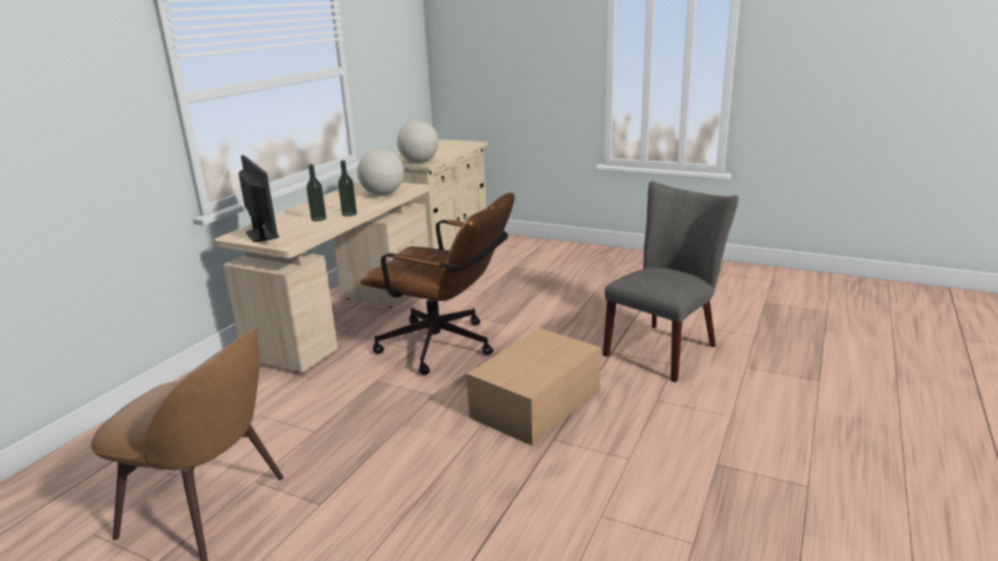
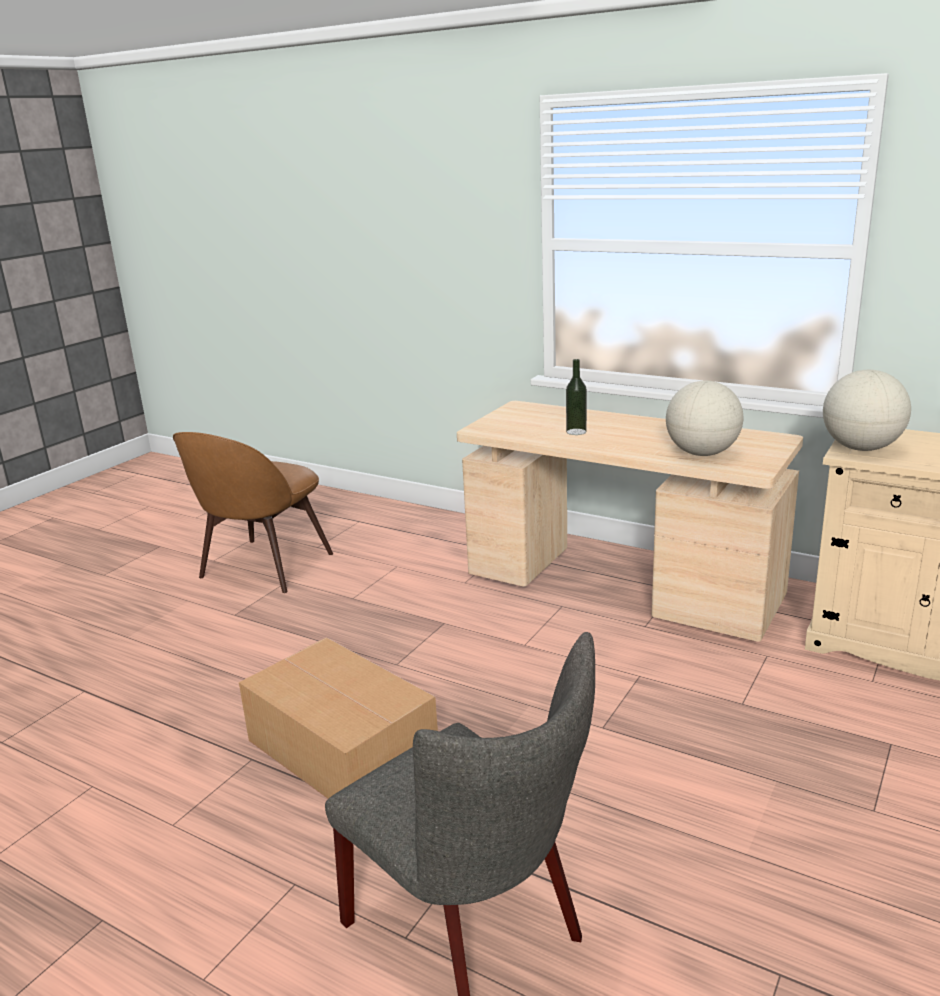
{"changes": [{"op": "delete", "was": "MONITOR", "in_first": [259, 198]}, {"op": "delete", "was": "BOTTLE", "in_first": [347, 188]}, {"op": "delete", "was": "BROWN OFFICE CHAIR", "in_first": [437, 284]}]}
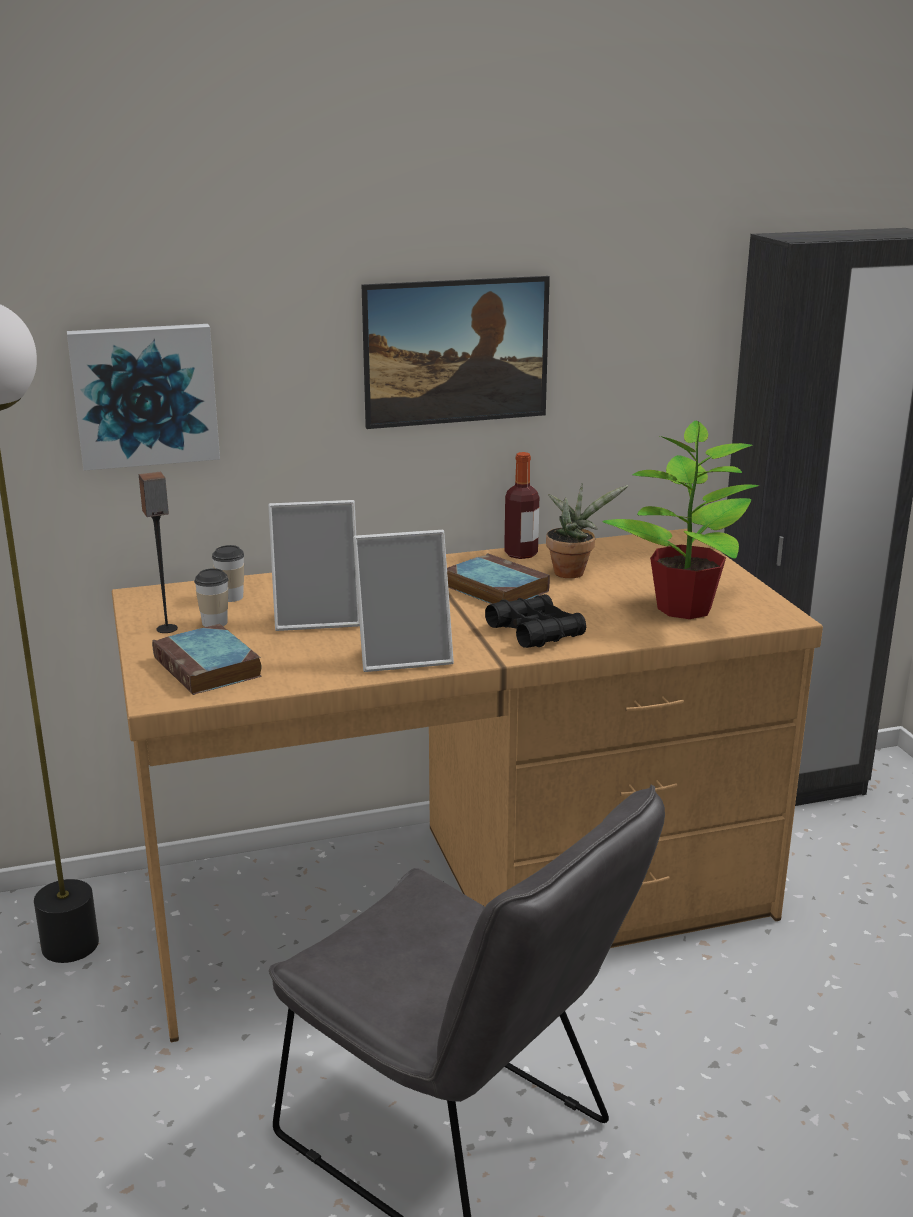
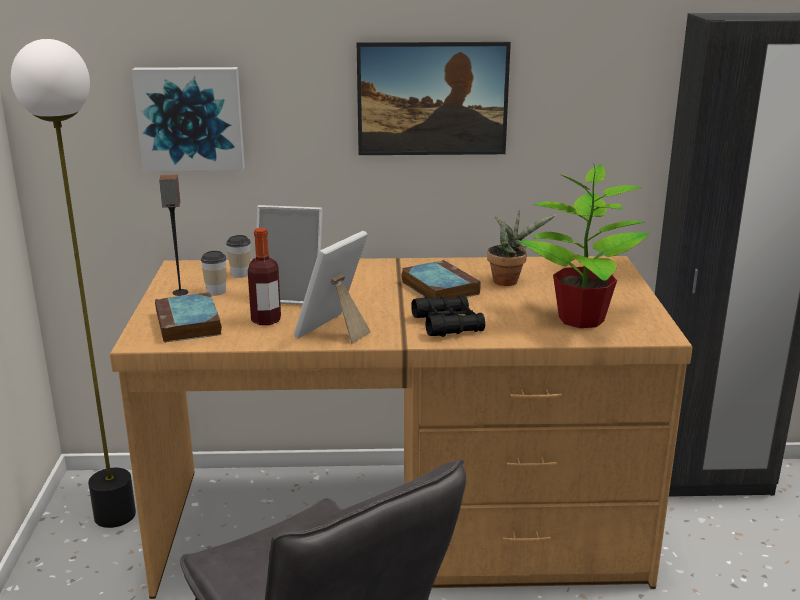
{"changes": [{"op": "move", "was": "BOTTLE", "in_first": [521, 505], "in_second": [264, 276]}, {"op": "rotate", "was": "PICTURE FRAME", "in_first": [403, 601], "in_second": [332, 287], "clockwise": 120}]}
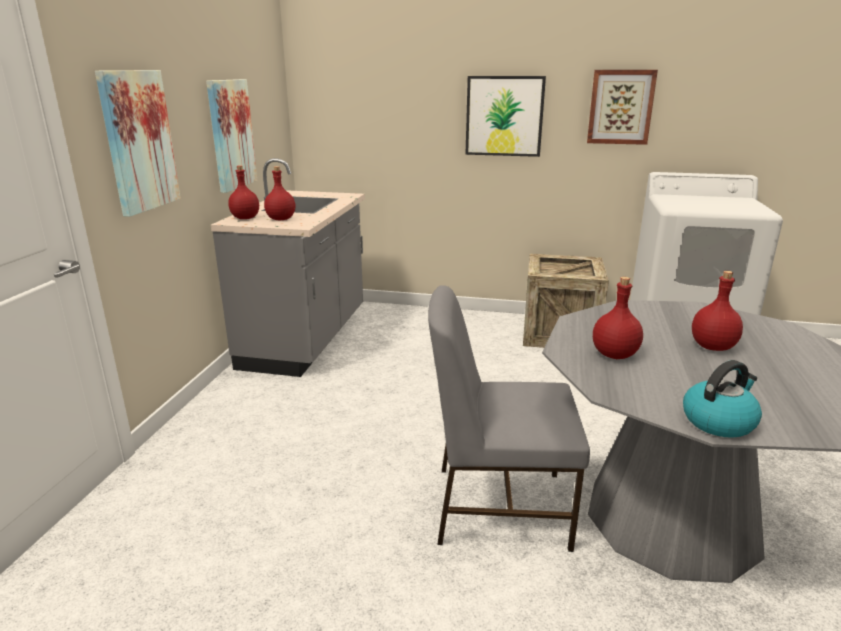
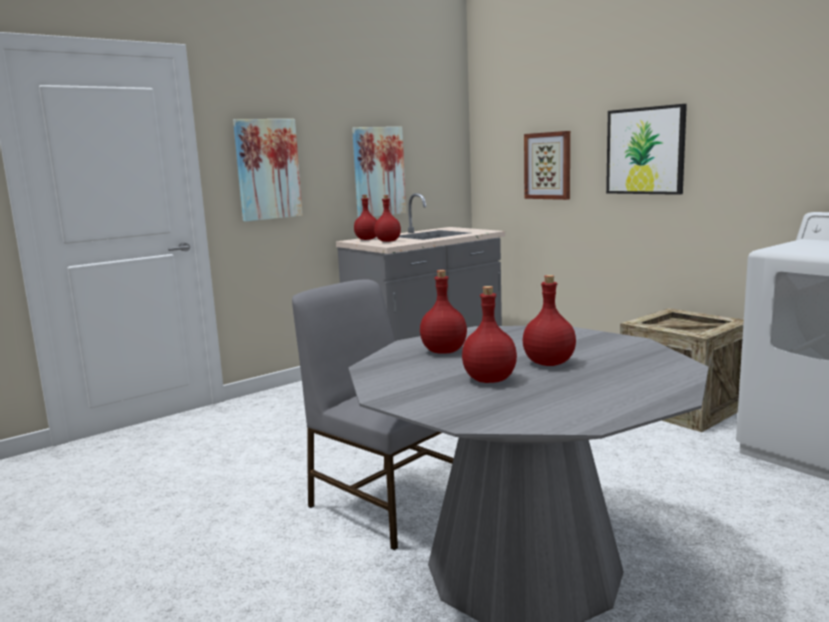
{"changes": [{"op": "move", "was": "PICTURE", "in_first": [622, 107], "in_second": [547, 165]}, {"op": "delete", "was": "KETTLE", "in_first": [722, 399]}, {"op": "insert", "now": "RED BOTTLE", "in_second": [489, 334]}]}
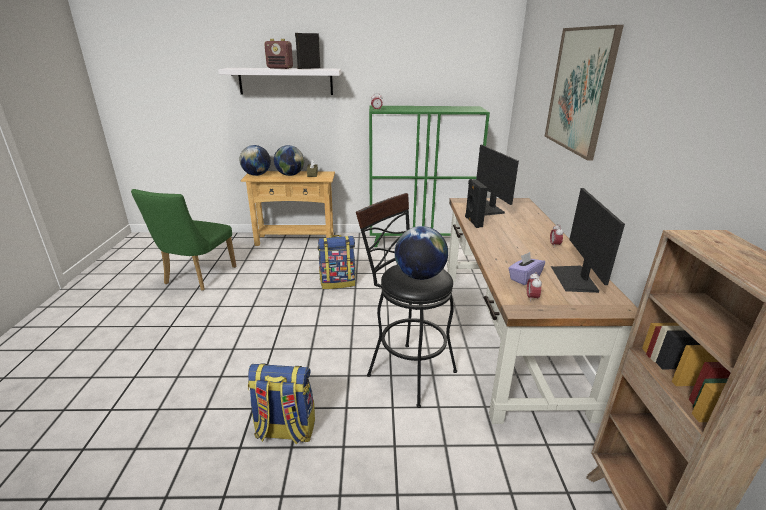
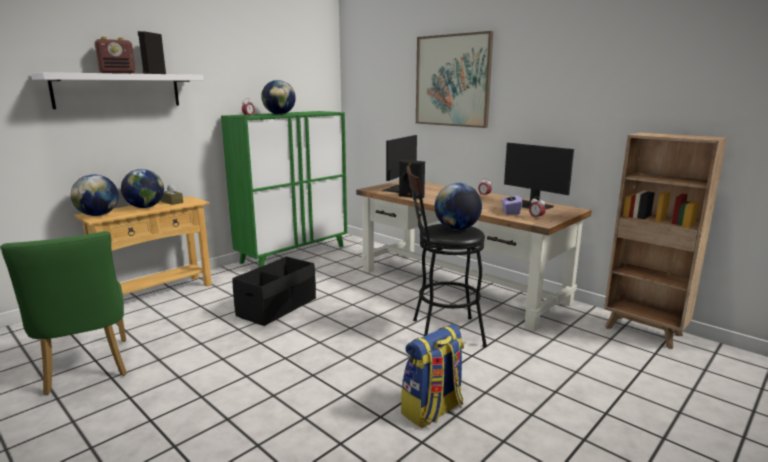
{"changes": [{"op": "rotate", "was": "MONITOR", "in_first": [497, 180], "in_second": [399, 164], "clockwise": 90}, {"op": "replace", "was": "BACKPACK", "now": "BLACK STORAGE BOX", "in_first": [337, 262], "in_second": [274, 291]}, {"op": "insert", "now": "GLOBE", "in_second": [278, 97]}]}
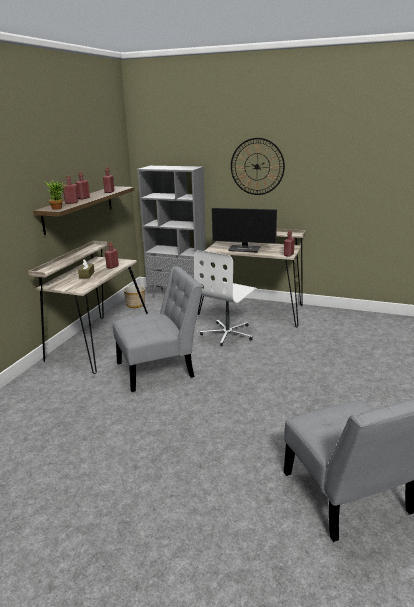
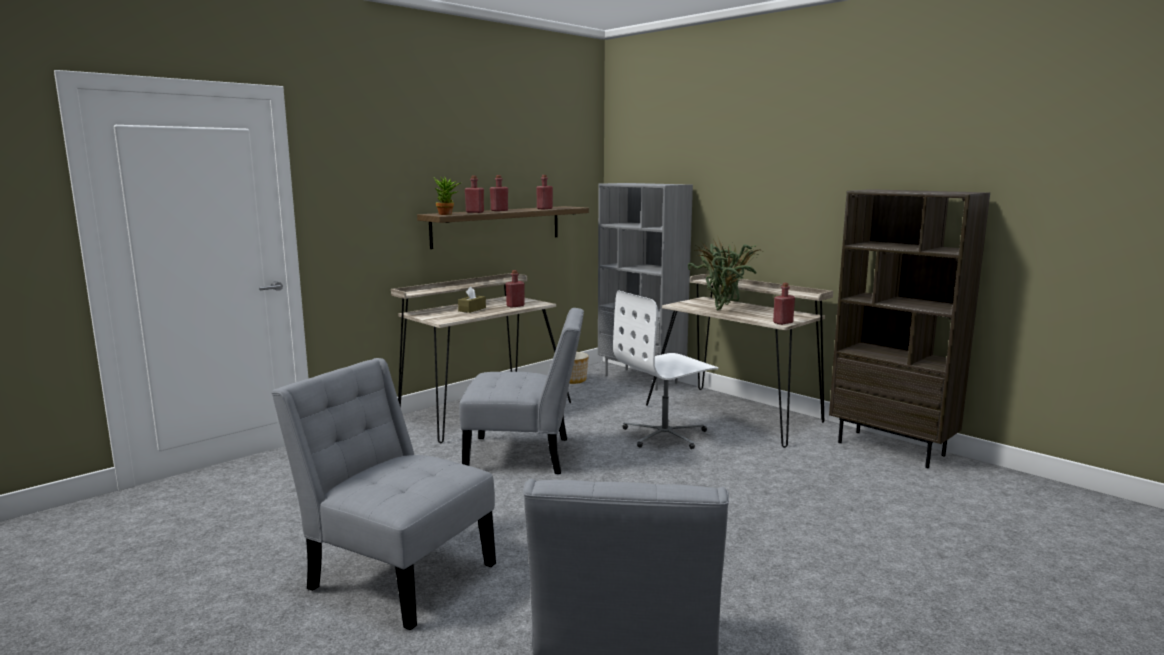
{"changes": [{"op": "delete", "was": "WALL CLOCK", "in_first": [258, 166]}, {"op": "replace", "was": "MONITOR", "now": "POTTED PLANT", "in_first": [244, 230], "in_second": [725, 273]}, {"op": "insert", "now": "BROWN BOOKCASE", "in_second": [909, 328]}, {"op": "insert", "now": "GREY CHAIR", "in_second": [383, 494]}]}
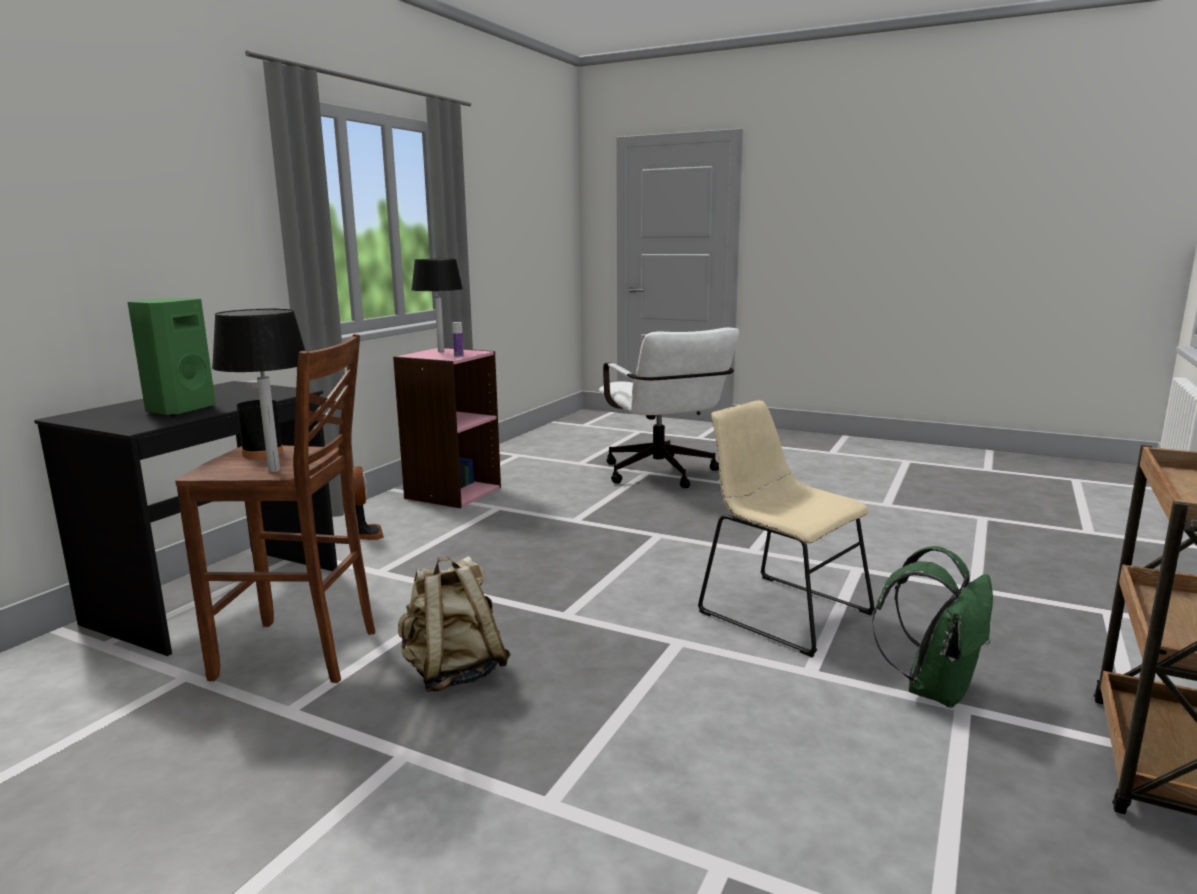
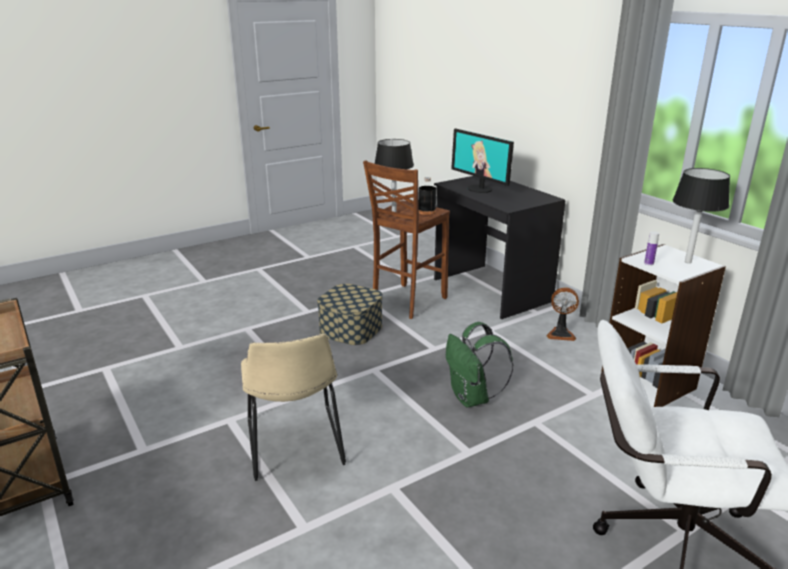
{"changes": [{"op": "replace", "was": "GREEN SPEAKER", "now": "MONITOR", "in_first": [172, 357], "in_second": [482, 161]}, {"op": "recolor", "was": "PINK BOOKCASE", "now": "WHITE BOOKCASE", "in_first": [447, 428], "in_second": [663, 325]}, {"op": "rotate", "was": "BEIGE CHAIR", "in_first": [786, 528], "in_second": [293, 407], "clockwise": 90}, {"op": "move", "was": "GREEN BACKPACK", "in_first": [932, 627], "in_second": [479, 365]}, {"op": "replace", "was": "BEIGE BACKPACK", "now": "STORAGE BOX", "in_first": [454, 624], "in_second": [350, 314]}]}
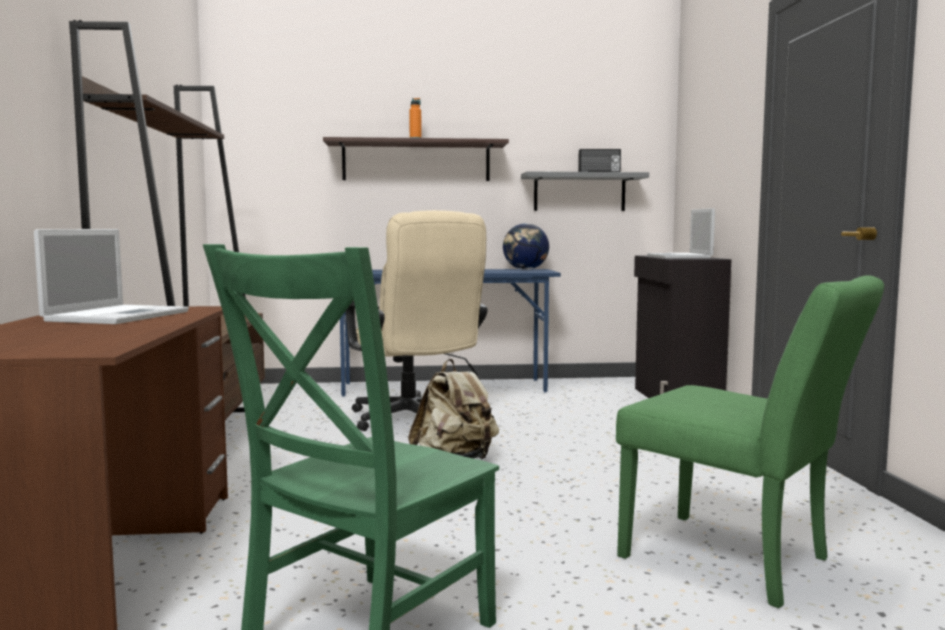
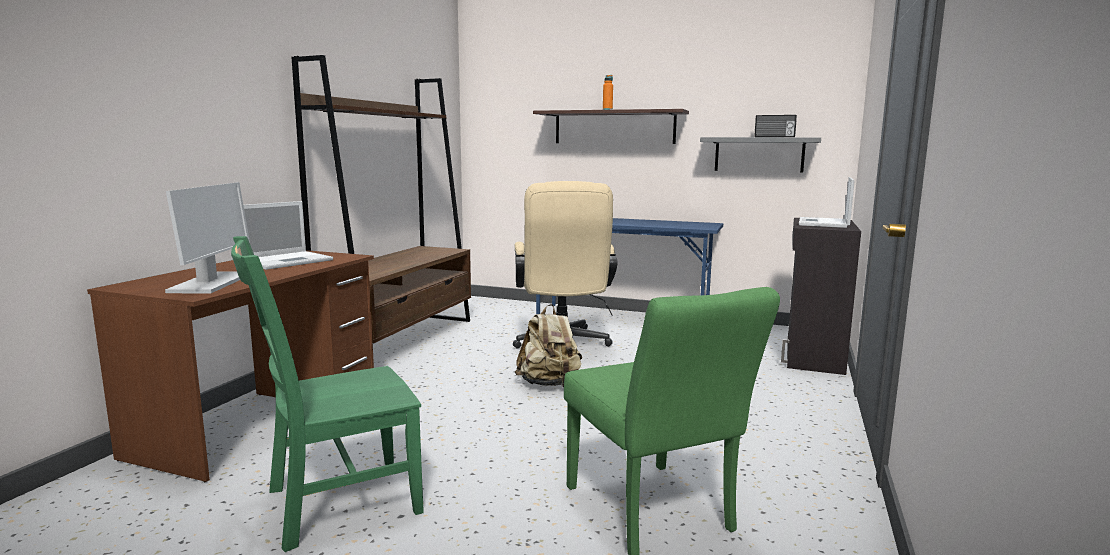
{"changes": [{"op": "delete", "was": "GLOBE", "in_first": [526, 246]}, {"op": "insert", "now": "MONITOR", "in_second": [207, 237]}]}
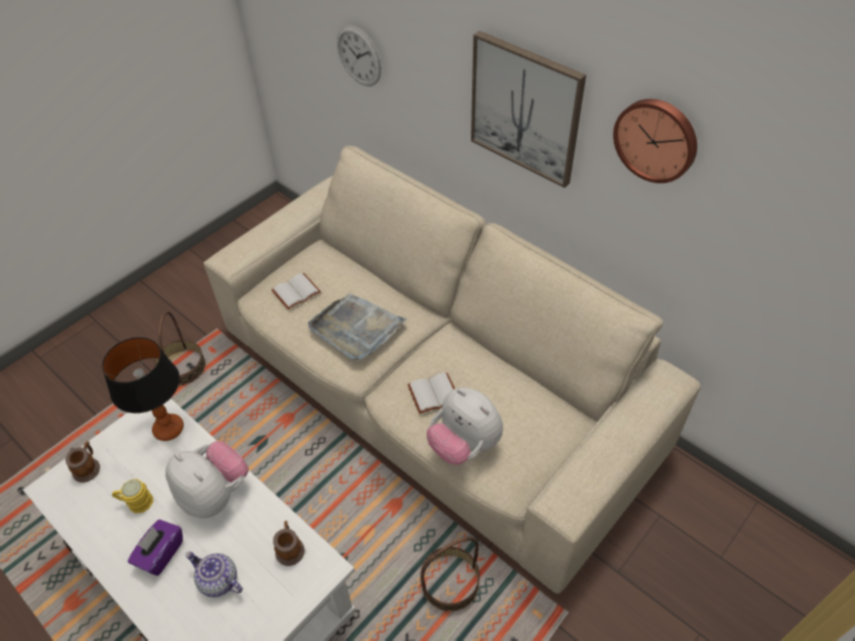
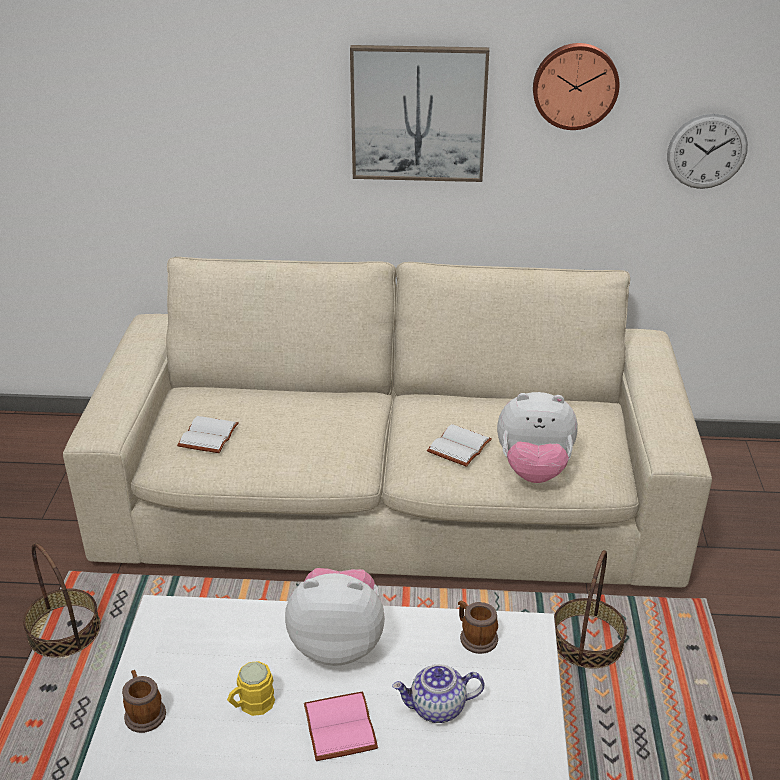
{"changes": [{"op": "move", "was": "WALL CLOCK", "in_first": [359, 55], "in_second": [707, 151]}, {"op": "delete", "was": "GREY TRAY", "in_first": [357, 326]}, {"op": "delete", "was": "TABLE LAMP", "in_first": [143, 389]}, {"op": "replace", "was": "PURPLE TISSUE BOX", "now": "PINK BOOK", "in_first": [155, 547], "in_second": [341, 726]}]}
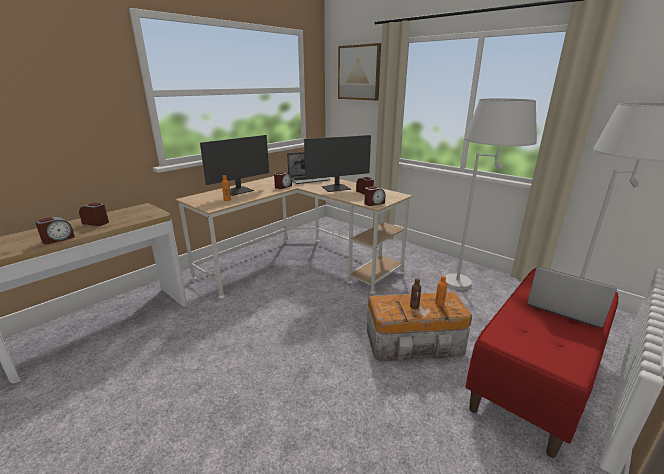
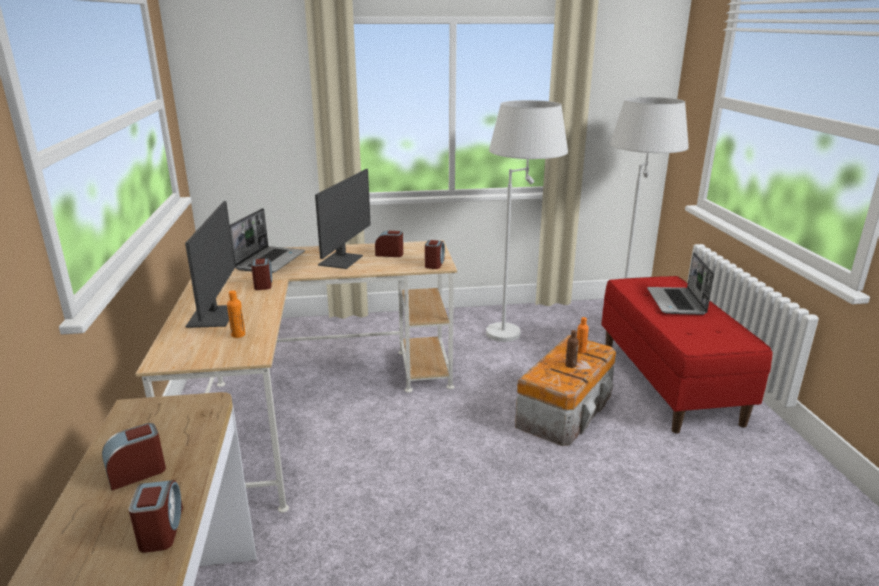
{"changes": [{"op": "delete", "was": "PICTURE", "in_first": [359, 71]}, {"op": "rotate", "was": "LAPTOP", "in_first": [572, 297], "in_second": [680, 283], "clockwise": -75}]}
